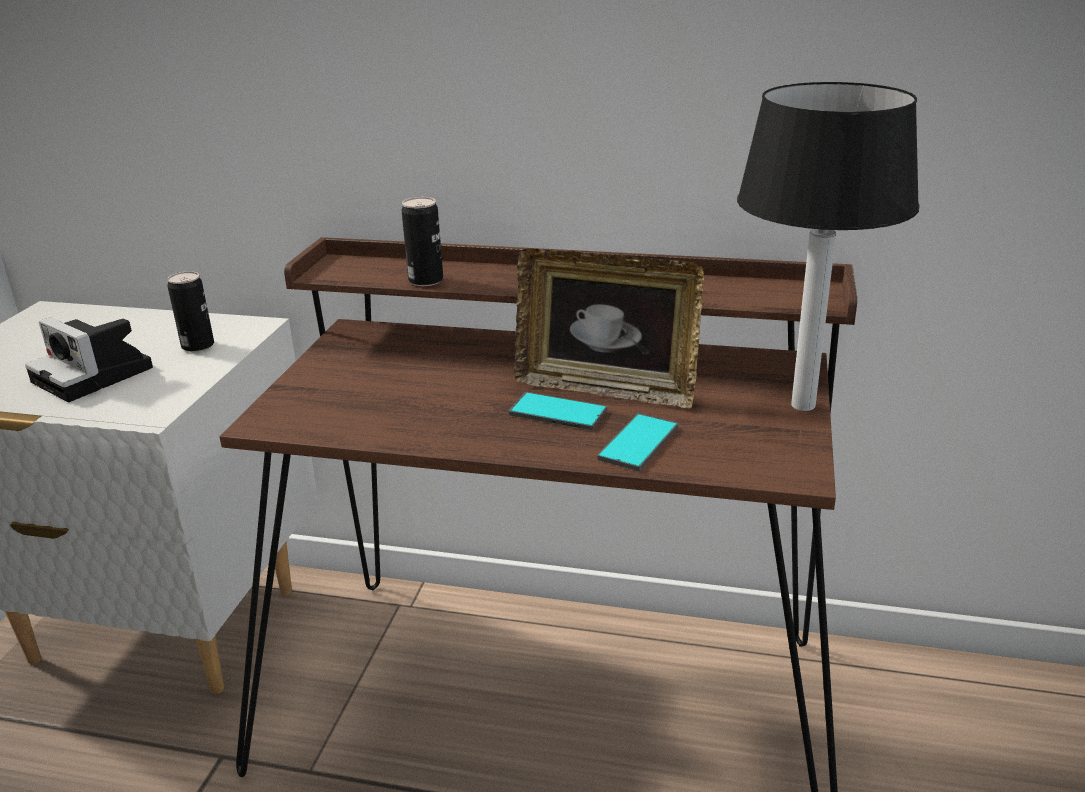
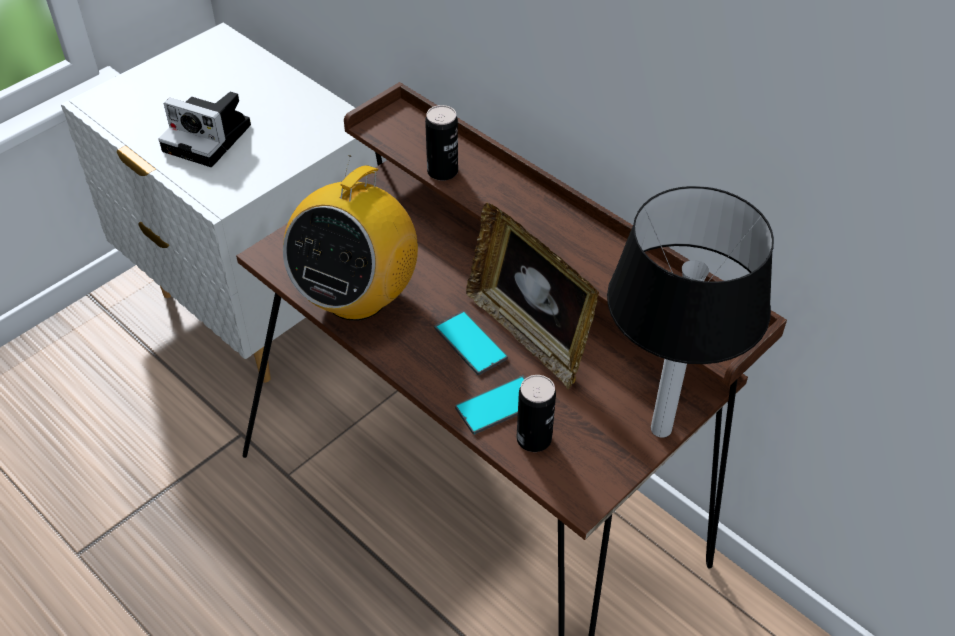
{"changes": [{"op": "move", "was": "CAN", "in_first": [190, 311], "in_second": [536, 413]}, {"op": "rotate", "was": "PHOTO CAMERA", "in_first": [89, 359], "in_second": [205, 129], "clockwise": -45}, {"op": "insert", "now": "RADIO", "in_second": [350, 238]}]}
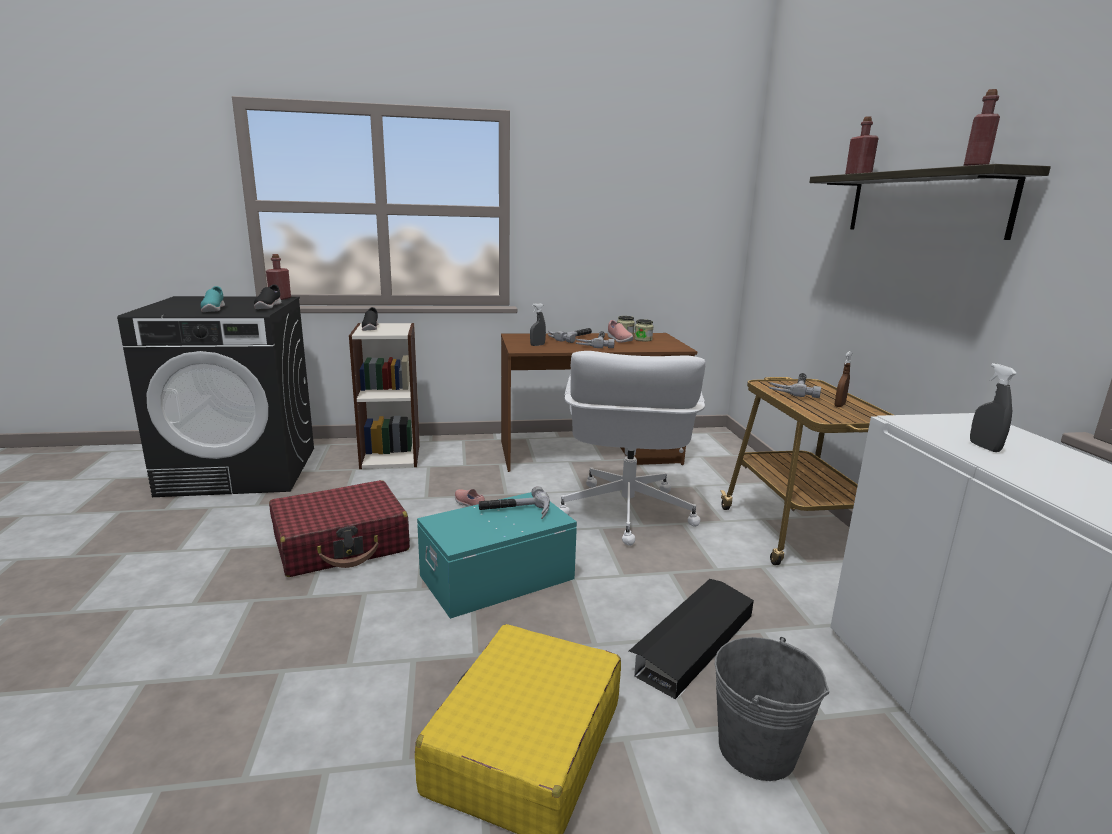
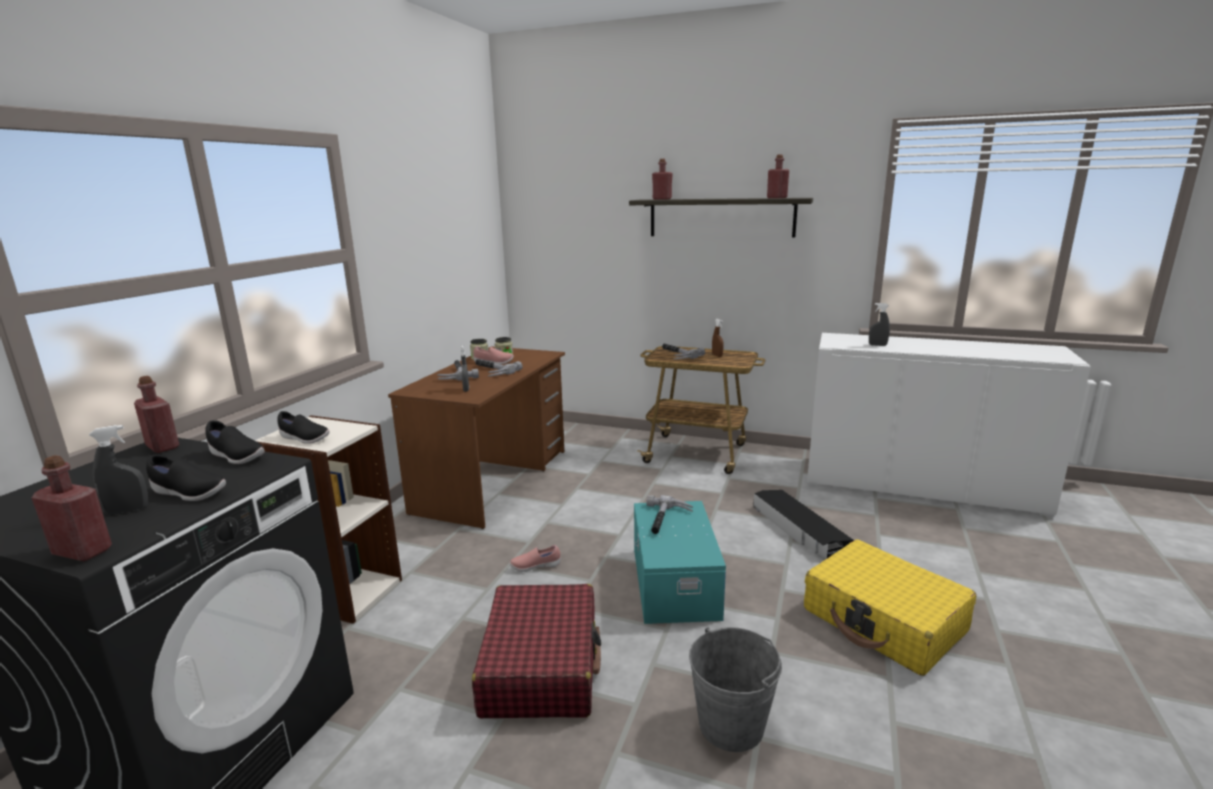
{"changes": [{"op": "recolor", "was": "TURQUOISE SHOE", "now": "BLACK SHOE", "in_first": [213, 299], "in_second": [186, 477]}, {"op": "delete", "was": "WHITE OFFICE CHAIR", "in_first": [631, 448]}, {"op": "move", "was": "GREY BUCKET", "in_first": [772, 709], "in_second": [735, 689]}, {"op": "insert", "now": "GREY SPRAY BOTTLE", "in_second": [118, 470]}, {"op": "insert", "now": "RED BOTTLE", "in_second": [72, 508]}]}
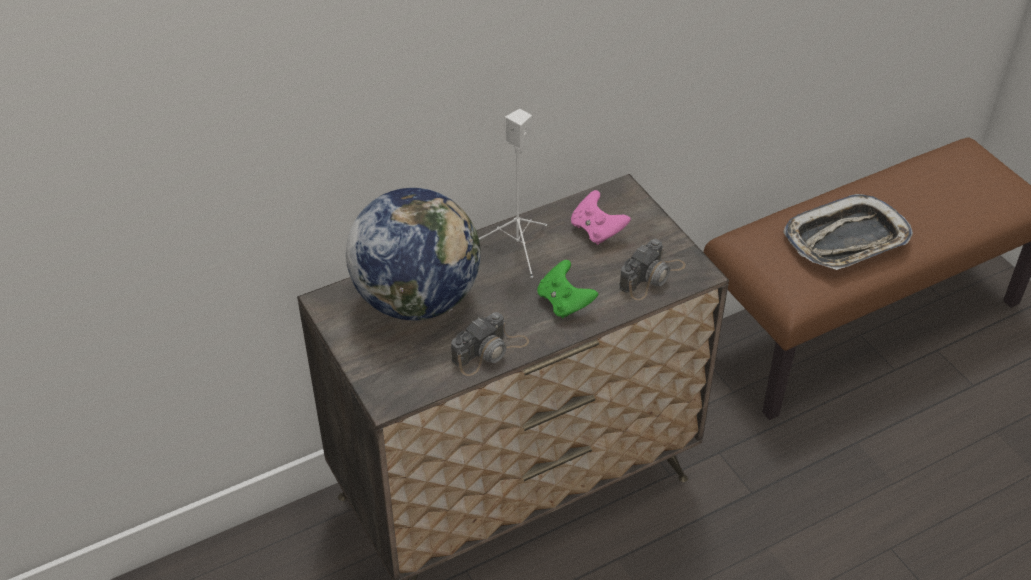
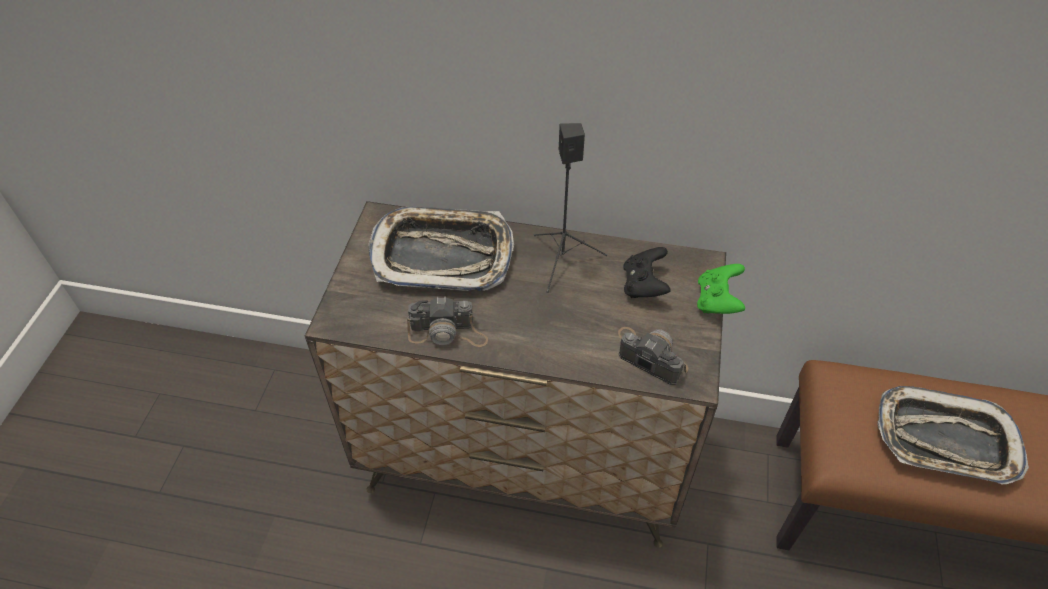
{"changes": [{"op": "recolor", "was": "WHITE SPEAKER", "now": "BLACK SPEAKER", "in_first": [513, 193], "in_second": [570, 208]}, {"op": "replace", "was": "GLOBE", "now": "TRAY", "in_first": [413, 254], "in_second": [441, 249]}, {"op": "recolor", "was": "PINK GAME CONTROLLER", "now": "BLACK GAME CONTROLLER", "in_first": [601, 217], "in_second": [646, 272]}, {"op": "rotate", "was": "PHOTO CAMERA", "in_first": [652, 269], "in_second": [653, 356], "clockwise": -135}, {"op": "move", "was": "GREEN GAME CONTROLLER", "in_first": [567, 289], "in_second": [721, 289]}]}
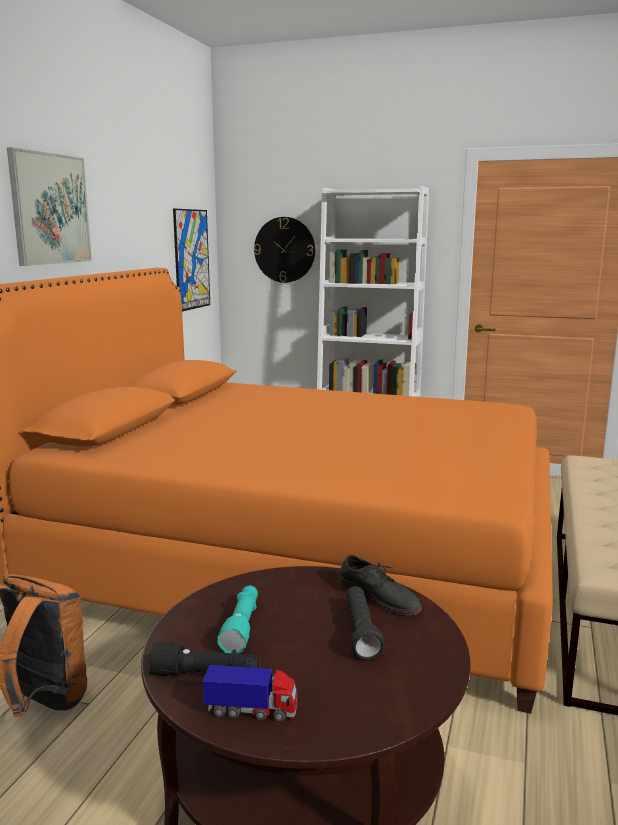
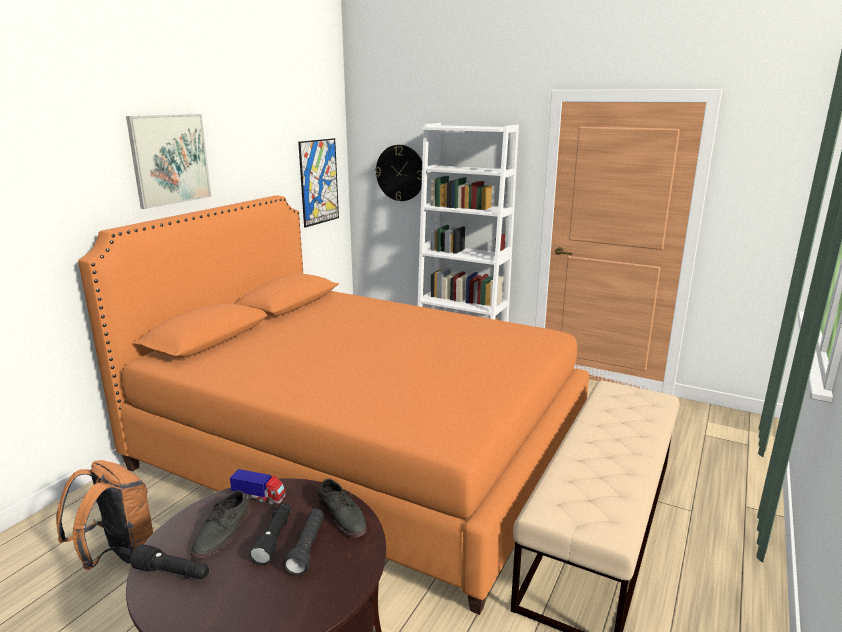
{"changes": [{"op": "replace", "was": "TURQUOISE FLASHLIGHT", "now": "GREY SHOE", "in_first": [237, 619], "in_second": [221, 524]}, {"op": "move", "was": "TOY TRUCK", "in_first": [250, 693], "in_second": [257, 487]}, {"op": "insert", "now": "BLACK FLASHLIGHT", "in_second": [270, 534]}]}
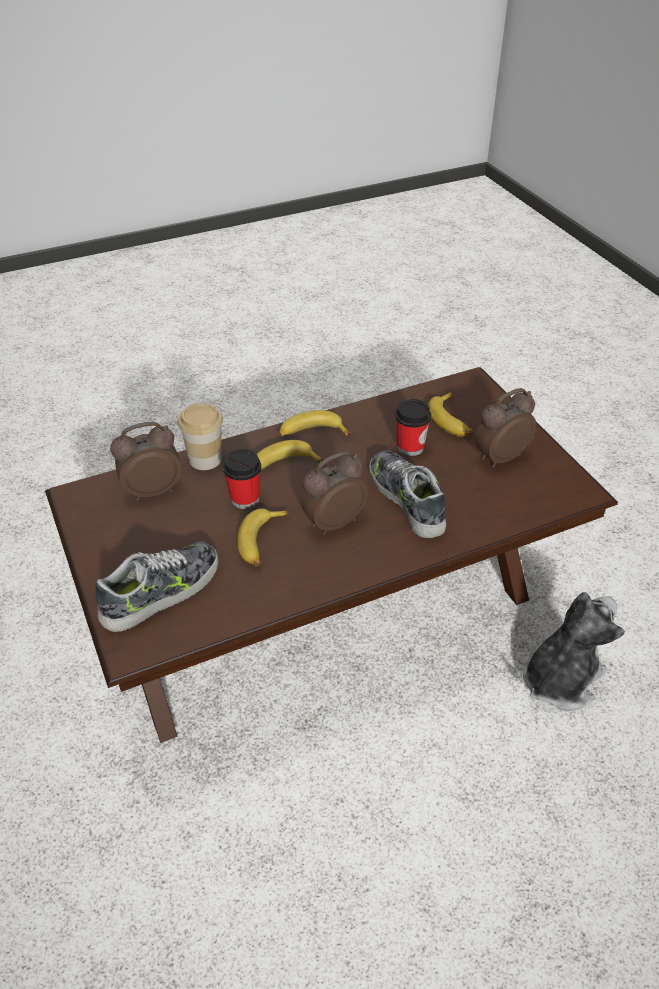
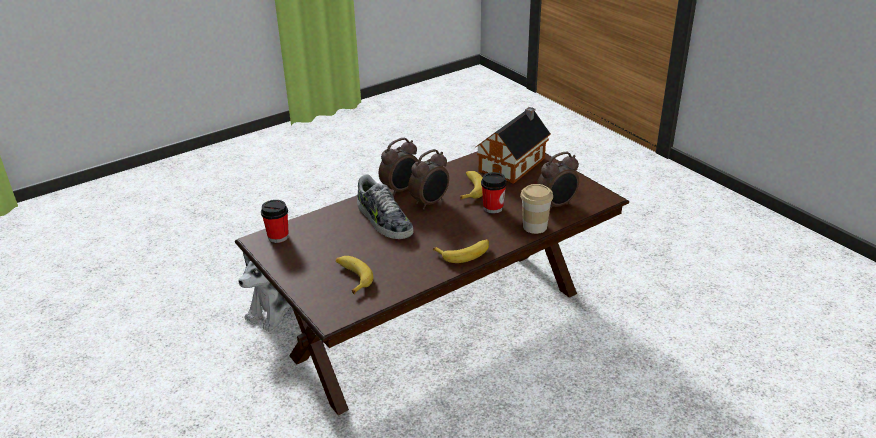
{"changes": [{"op": "move", "was": "ALARM CLOCK", "in_first": [505, 427], "in_second": [398, 167]}, {"op": "move", "was": "CUP", "in_first": [413, 427], "in_second": [275, 221]}, {"op": "delete", "was": "BANANA", "in_first": [290, 455]}, {"op": "replace", "was": "SHOE", "now": "TOY HOUSE", "in_first": [157, 586], "in_second": [513, 145]}]}
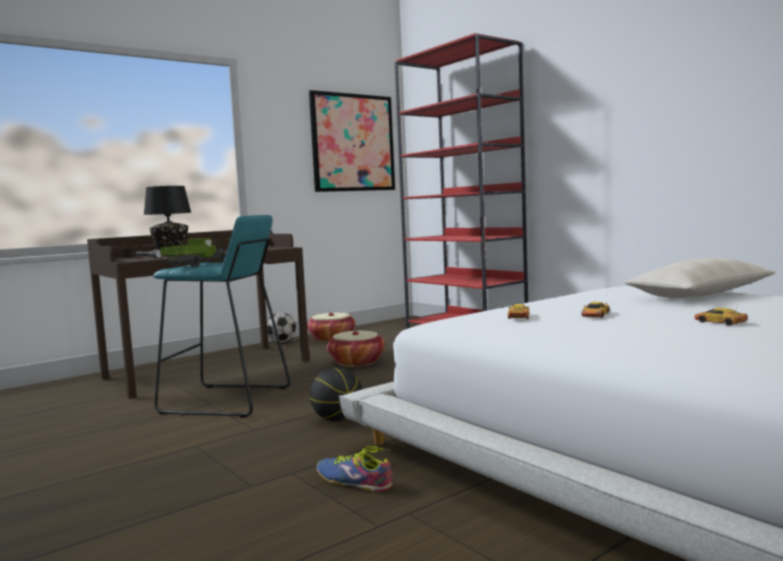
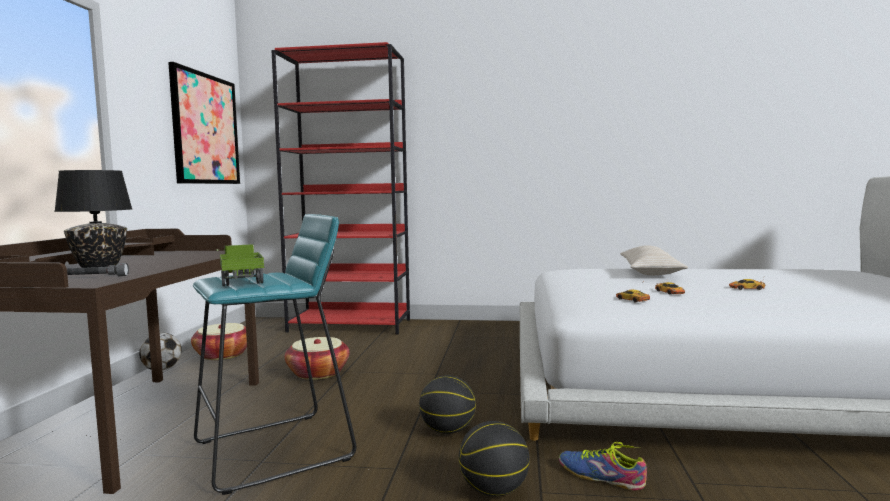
{"changes": [{"op": "rotate", "was": "SHOE", "in_first": [354, 469], "in_second": [603, 466], "clockwise": 45}, {"op": "insert", "now": "BASKETBALL", "in_second": [494, 458]}]}
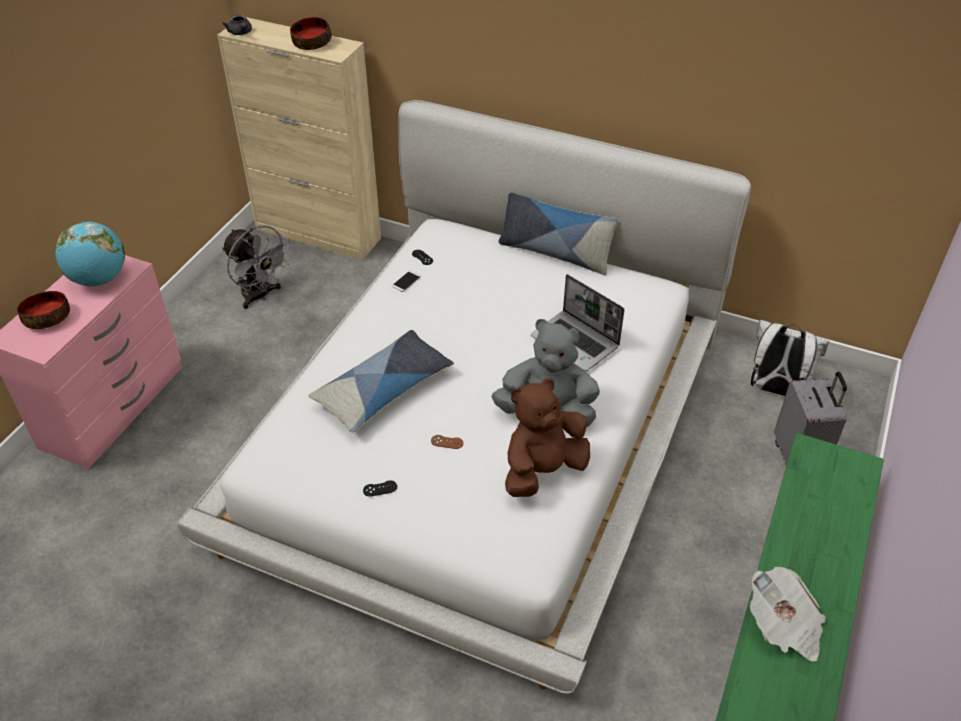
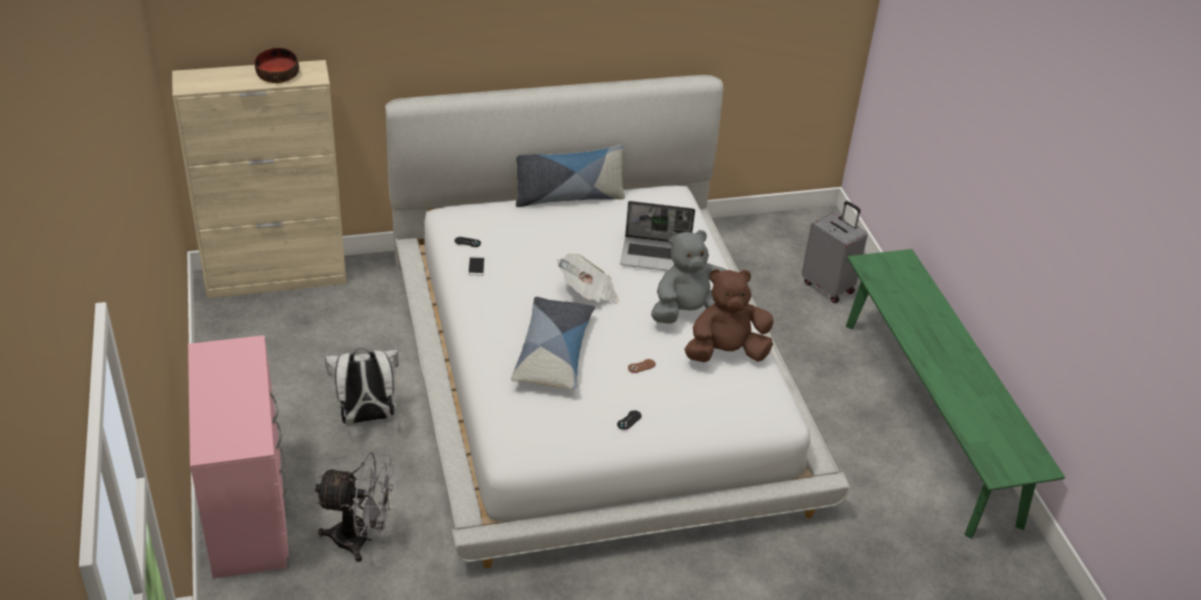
{"changes": [{"op": "delete", "was": "GREY TEAPOT", "in_first": [237, 24]}, {"op": "delete", "was": "GLOBE", "in_first": [90, 253]}, {"op": "move", "was": "GREY FAN", "in_first": [256, 267], "in_second": [354, 507]}, {"op": "delete", "was": "BOWL", "in_first": [43, 310]}, {"op": "move", "was": "WHITE BACKPACK", "in_first": [790, 358], "in_second": [361, 386]}, {"op": "rotate", "was": "BROWN PLUSH TOY", "in_first": [547, 437], "in_second": [729, 315], "clockwise": 60}, {"op": "move", "was": "NEWSPAPER", "in_first": [788, 614], "in_second": [588, 278]}]}
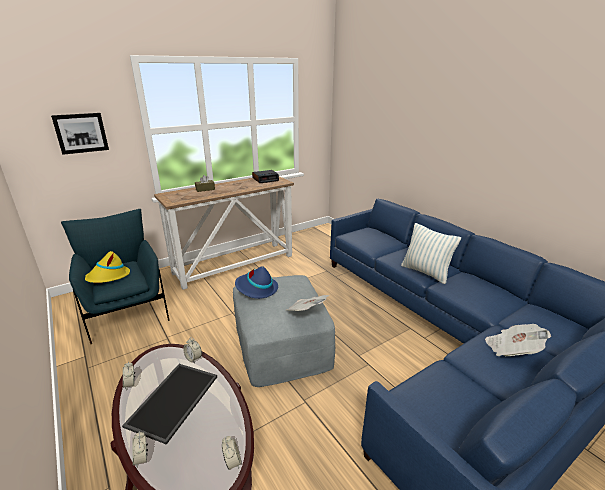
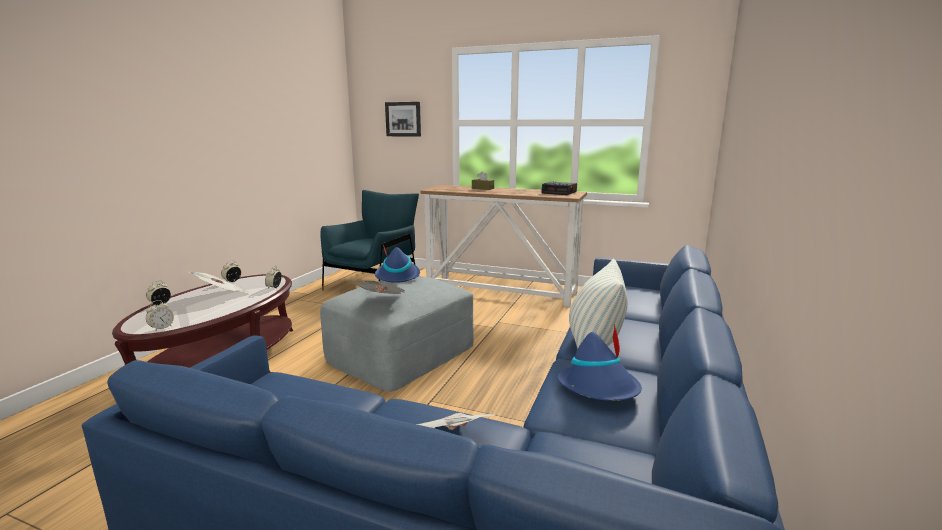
{"changes": [{"op": "delete", "was": "YELLOW HAT", "in_first": [107, 267]}, {"op": "replace", "was": "TRAY", "now": "NEWSPAPER", "in_first": [169, 404], "in_second": [218, 282]}, {"op": "insert", "now": "BLUE HAT", "in_second": [600, 362]}]}
